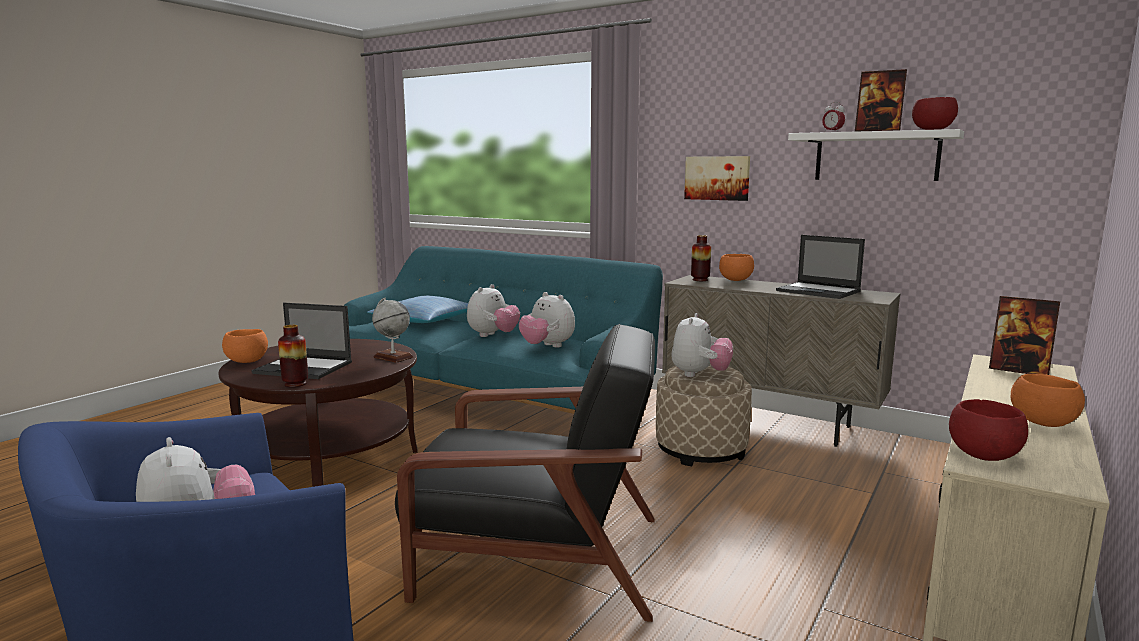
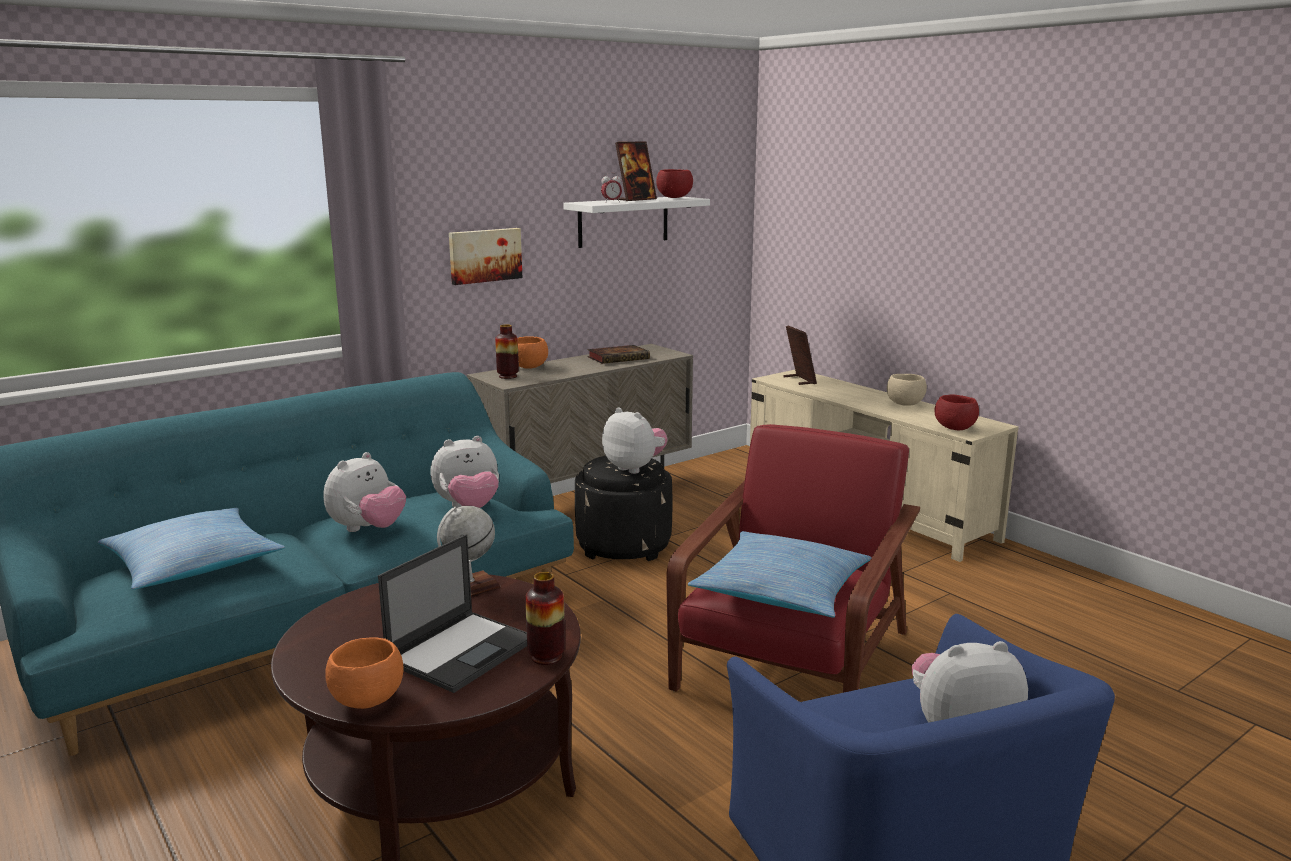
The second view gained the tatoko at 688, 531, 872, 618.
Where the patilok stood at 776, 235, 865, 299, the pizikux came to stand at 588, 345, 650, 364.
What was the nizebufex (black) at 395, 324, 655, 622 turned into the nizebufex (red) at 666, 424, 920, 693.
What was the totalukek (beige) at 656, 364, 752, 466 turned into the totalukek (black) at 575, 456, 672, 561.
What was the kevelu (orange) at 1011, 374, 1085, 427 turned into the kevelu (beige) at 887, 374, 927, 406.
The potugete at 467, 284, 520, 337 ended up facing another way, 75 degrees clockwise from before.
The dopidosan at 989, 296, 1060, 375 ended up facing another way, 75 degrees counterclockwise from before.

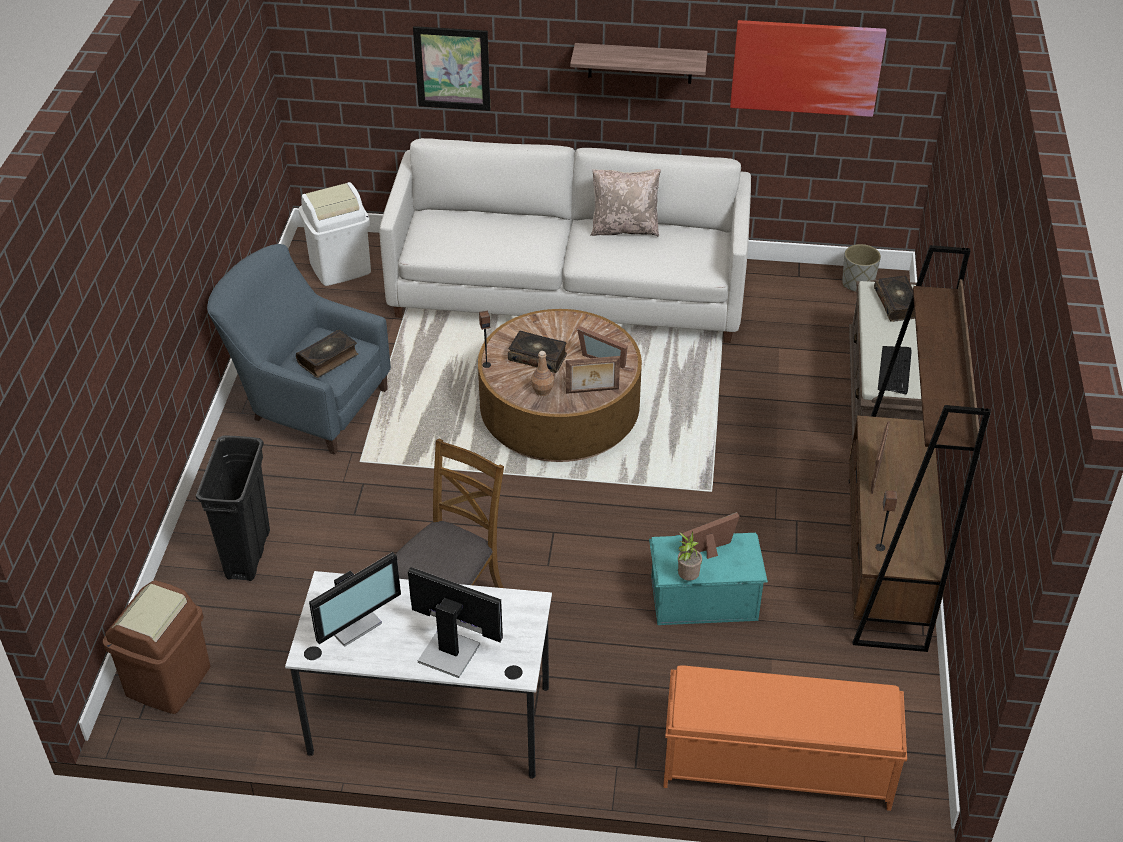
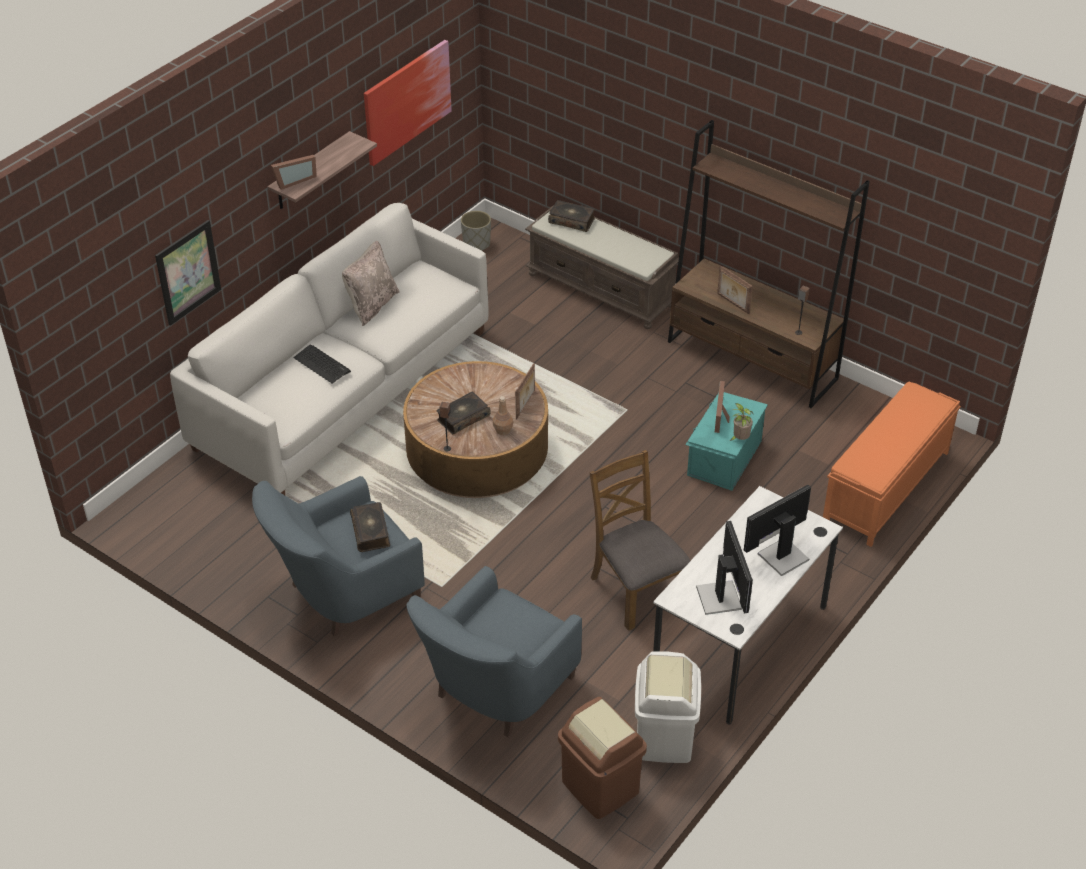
The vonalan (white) ended up elsewhere, having gone from 298, 182, 371, 286 to 635, 651, 701, 763.
The dopidosan ended up elsewhere, having gone from 577, 326, 628, 369 to 271, 155, 317, 190.
The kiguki ended up elsewhere, having gone from 878, 346, 912, 394 to 293, 344, 351, 384.
Where the vonalan (black) stood at 196, 436, 270, 581, the nizebufex (blue) came to stand at 406, 566, 582, 737.

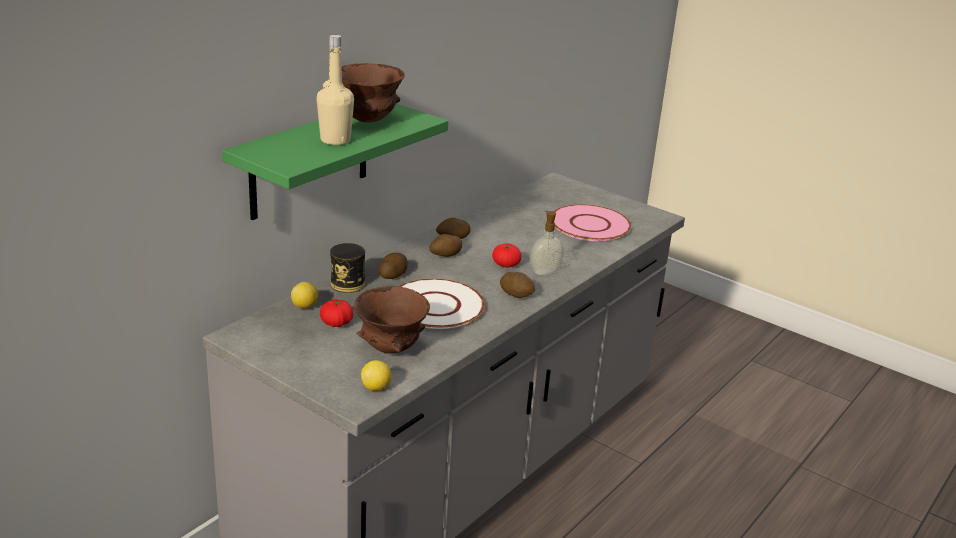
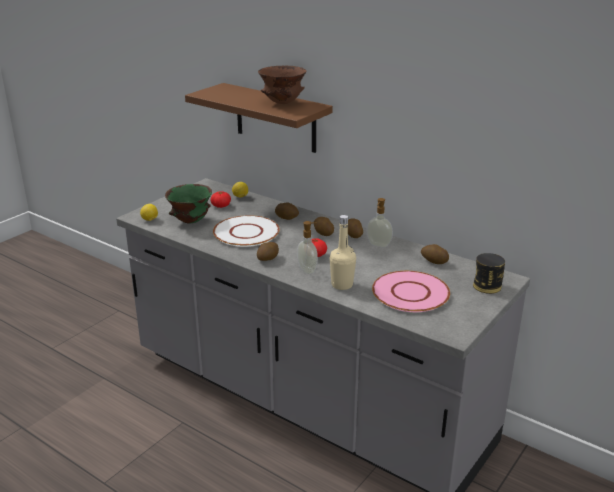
The second view gained the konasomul at 366, 198, 393, 247.
The second view gained the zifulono at 421, 244, 449, 264.
The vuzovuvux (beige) ended up elsewhere, having gone from 317, 35, 354, 145 to 330, 215, 356, 290.
The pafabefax ended up elsewhere, having gone from 330, 243, 365, 293 to 473, 253, 505, 294.
What was the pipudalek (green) at 222, 103, 448, 220 turned into the pipudalek (brown) at 185, 83, 333, 153.
What was the kevelu (brown) at 354, 286, 430, 354 turned into the kevelu (green) at 165, 184, 212, 223.

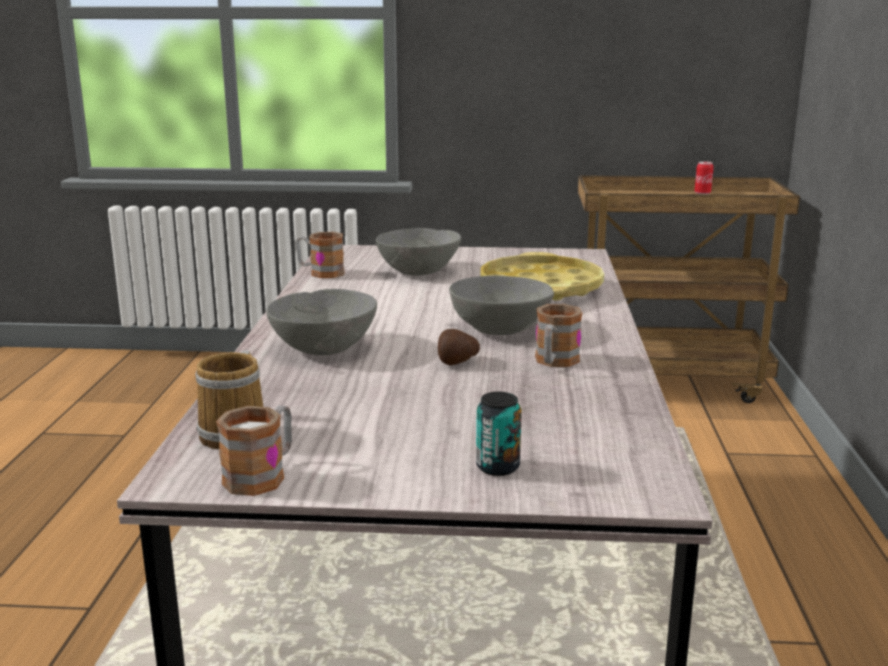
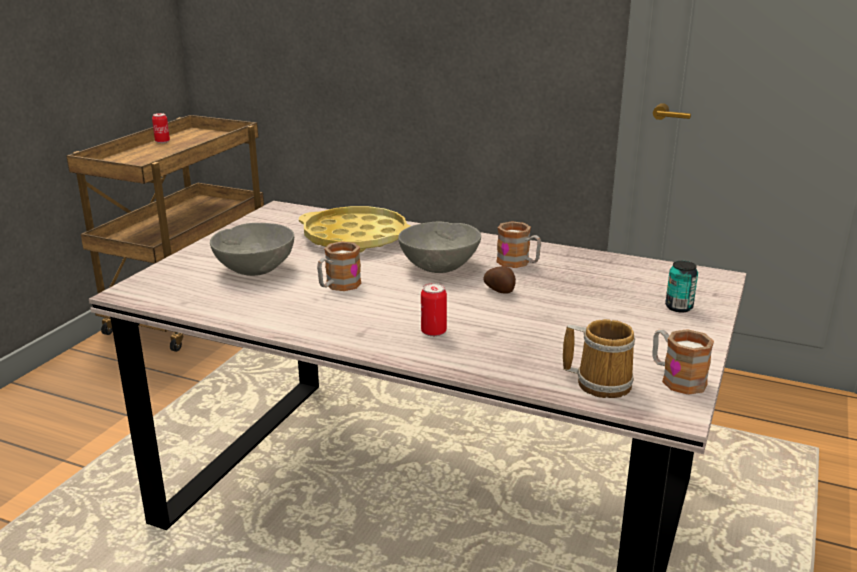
The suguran ended up elsewhere, having gone from 296, 232, 345, 278 to 317, 241, 361, 291.
Where the kevelu (grey) stood at 266, 289, 377, 355, the pafabefax came to stand at 421, 283, 447, 337.

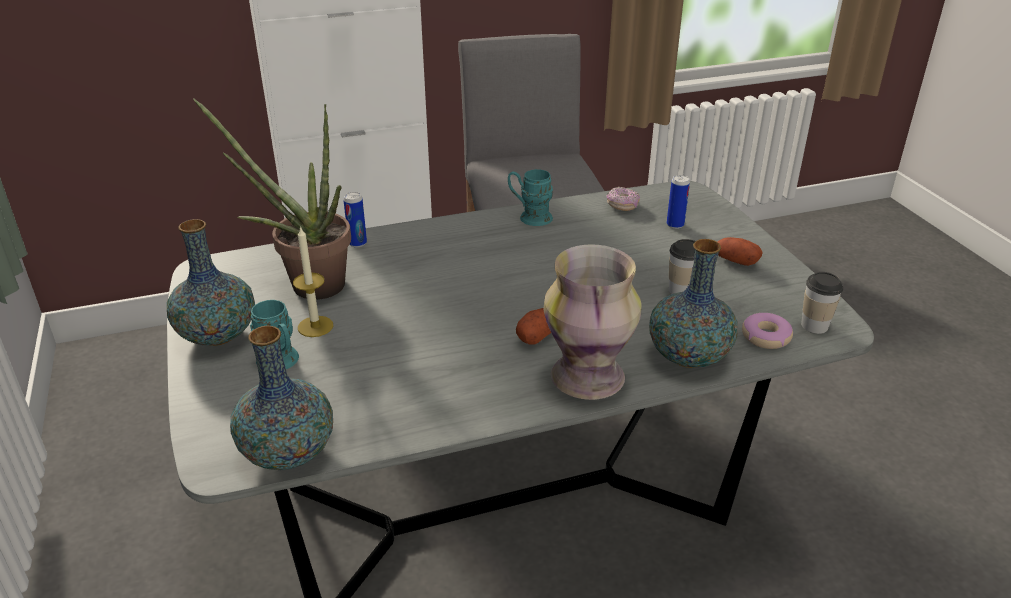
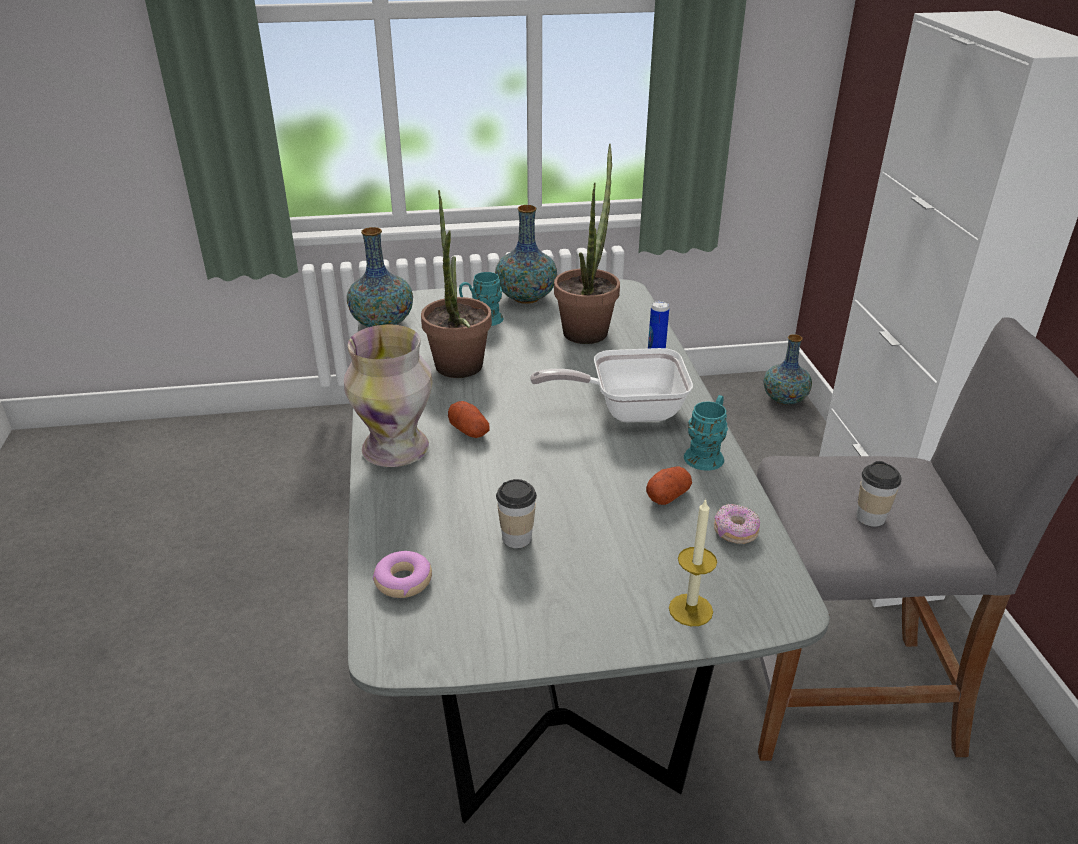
The second view lost the pafabefax at 667, 175, 690, 229.
The second view gained the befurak at 421, 190, 492, 378.
The second view gained the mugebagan at 530, 348, 693, 422.
The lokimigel ended up elsewhere, having gone from 293, 226, 333, 337 to 669, 498, 717, 626.
The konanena ended up elsewhere, having gone from 649, 239, 737, 368 to 764, 334, 812, 405.
The zifulono ended up elsewhere, having gone from 718, 237, 763, 266 to 646, 466, 692, 505.
The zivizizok ended up elsewhere, having gone from 801, 272, 843, 334 to 856, 461, 902, 527.

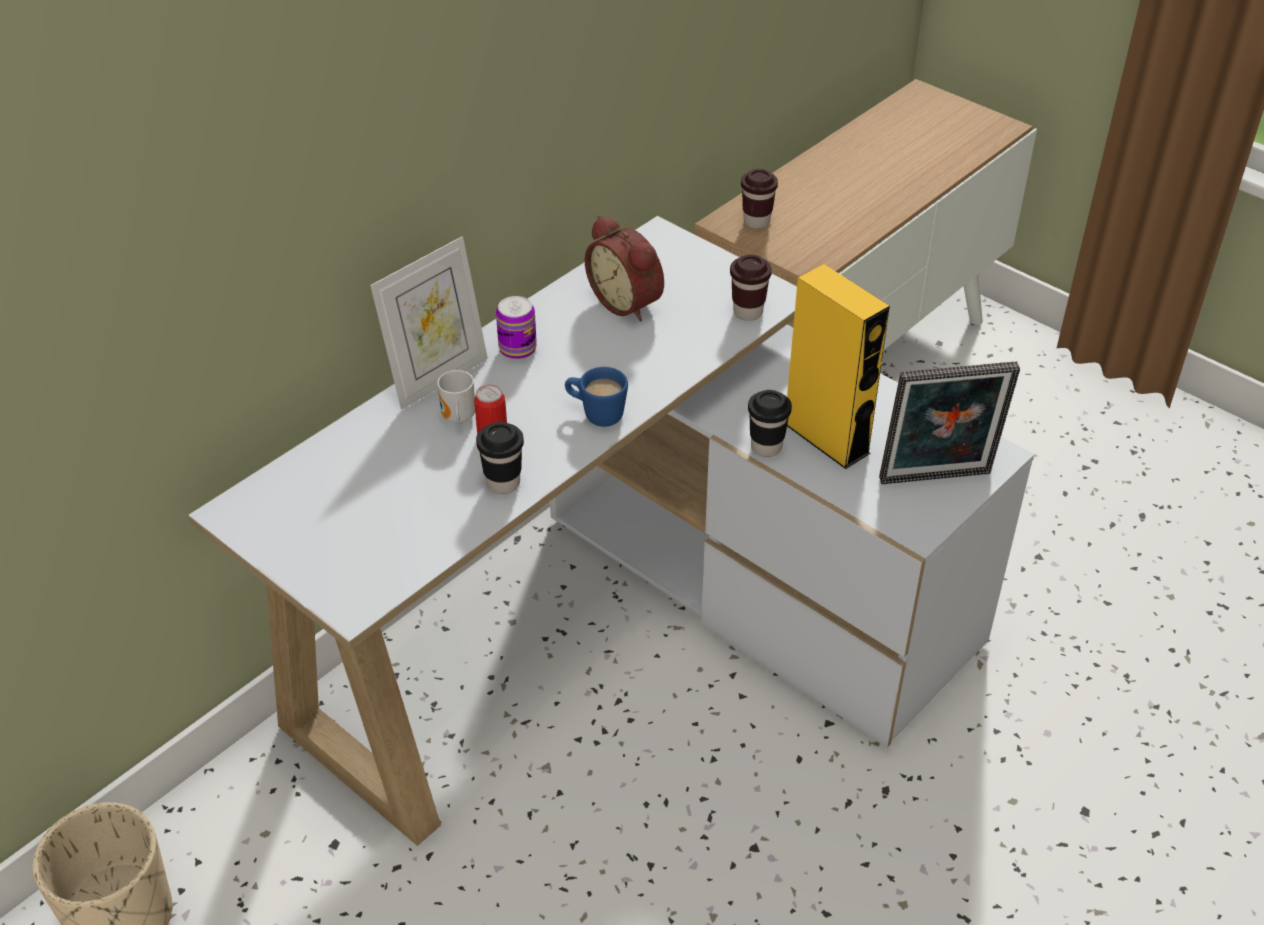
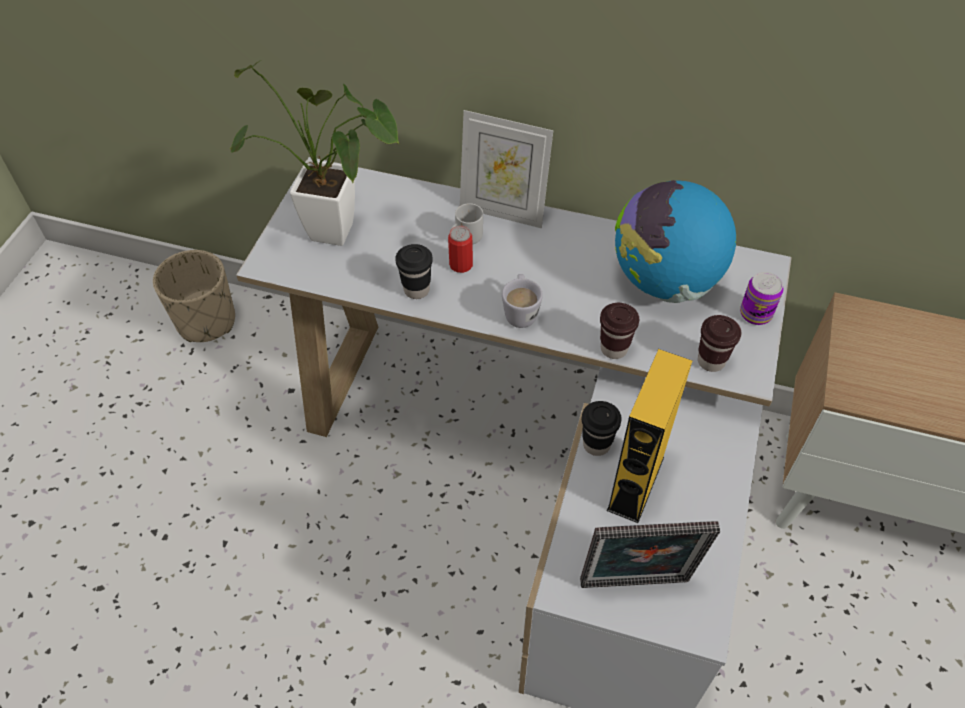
The second view gained the befurak at 229, 60, 400, 246.
The pafabefax ended up elsewhere, having gone from 496, 296, 537, 360 to 740, 272, 784, 325.
The zivizizok (brown) ended up elsewhere, having gone from 741, 169, 778, 229 to 600, 303, 639, 359.
Where the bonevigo stood at 585, 215, 664, 321, the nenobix came to stand at 615, 180, 736, 303.
What was the suguran (blue) at 565, 367, 628, 427 turned into the suguran (white) at 502, 274, 543, 328.
The dopidosan at 879, 362, 1020, 484 ended up facing another way, 60 degrees counterclockwise from before.

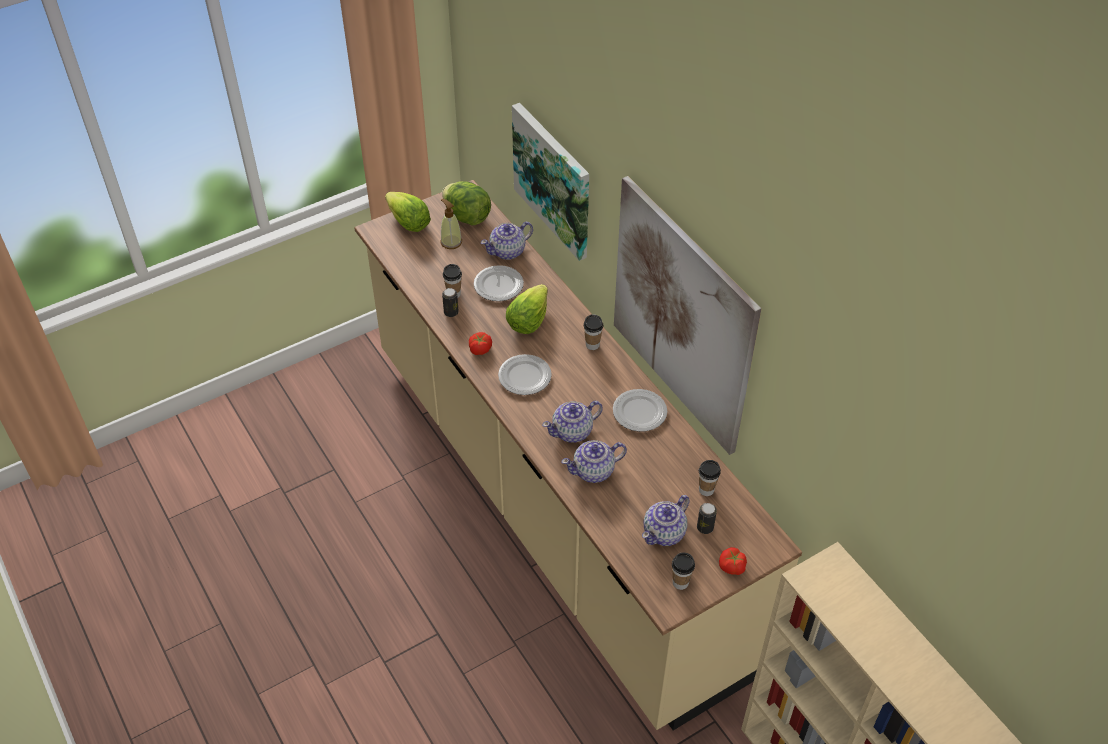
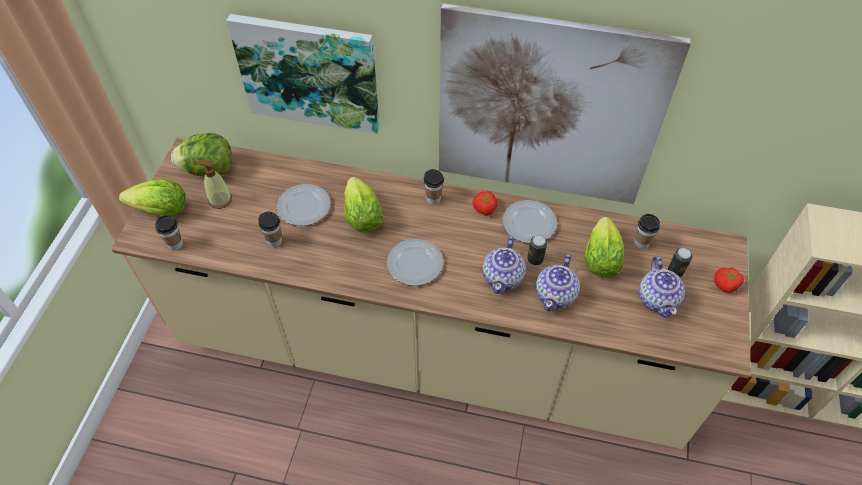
The second view lost the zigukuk at 481, 222, 533, 260.
The second view gained the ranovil at 584, 217, 625, 278.
The pafabefax ended up elsewhere, having gone from 442, 288, 459, 317 to 527, 235, 547, 265.
The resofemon ended up elsewhere, having gone from 469, 332, 492, 355 to 473, 191, 498, 216.
The zivizizok ended up elsewhere, having gone from 672, 552, 695, 590 to 155, 215, 183, 250.

